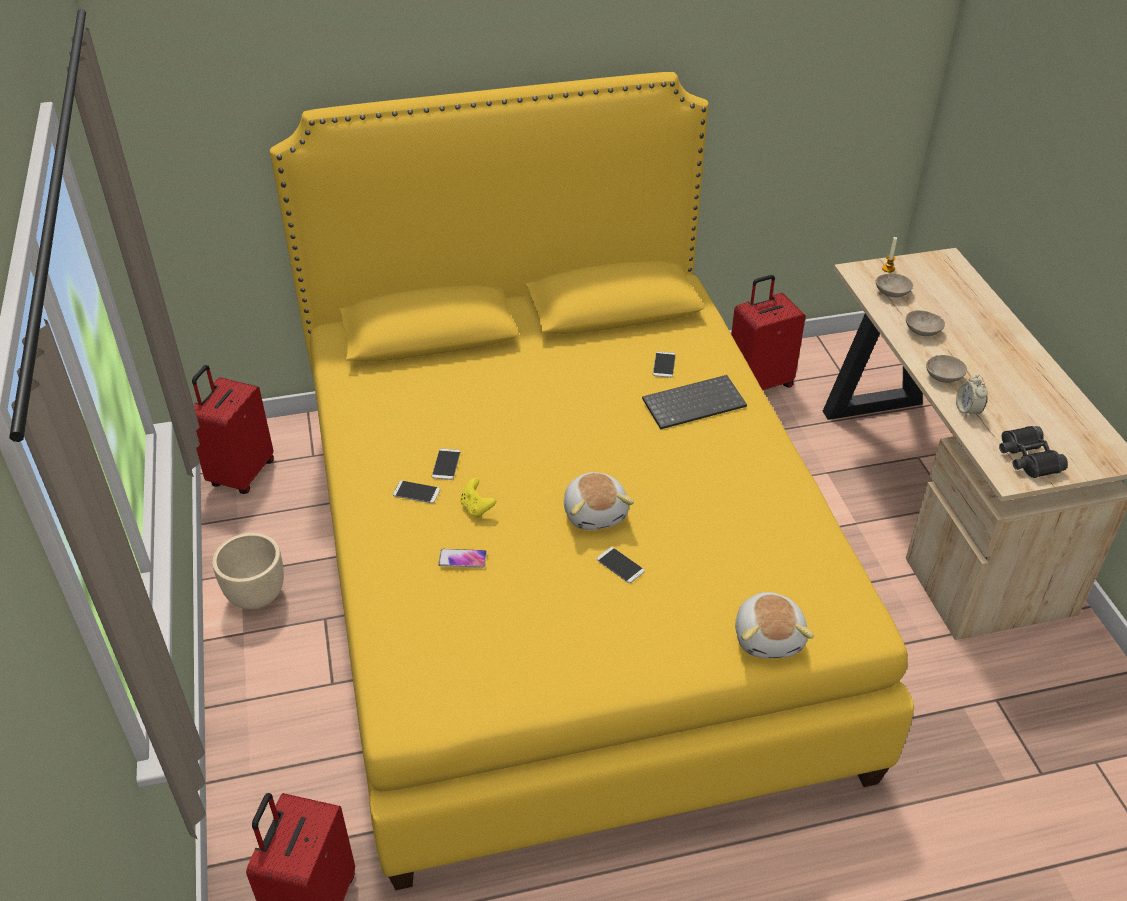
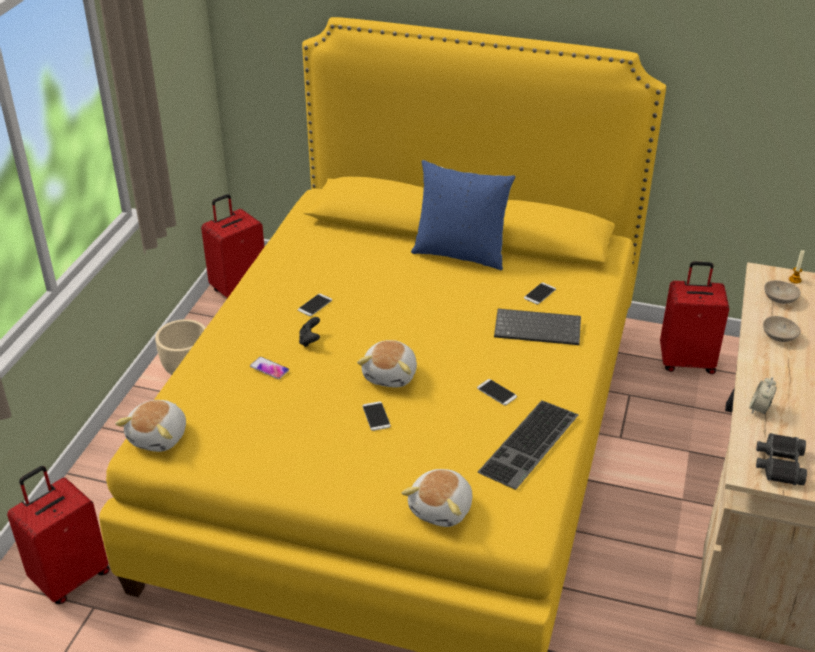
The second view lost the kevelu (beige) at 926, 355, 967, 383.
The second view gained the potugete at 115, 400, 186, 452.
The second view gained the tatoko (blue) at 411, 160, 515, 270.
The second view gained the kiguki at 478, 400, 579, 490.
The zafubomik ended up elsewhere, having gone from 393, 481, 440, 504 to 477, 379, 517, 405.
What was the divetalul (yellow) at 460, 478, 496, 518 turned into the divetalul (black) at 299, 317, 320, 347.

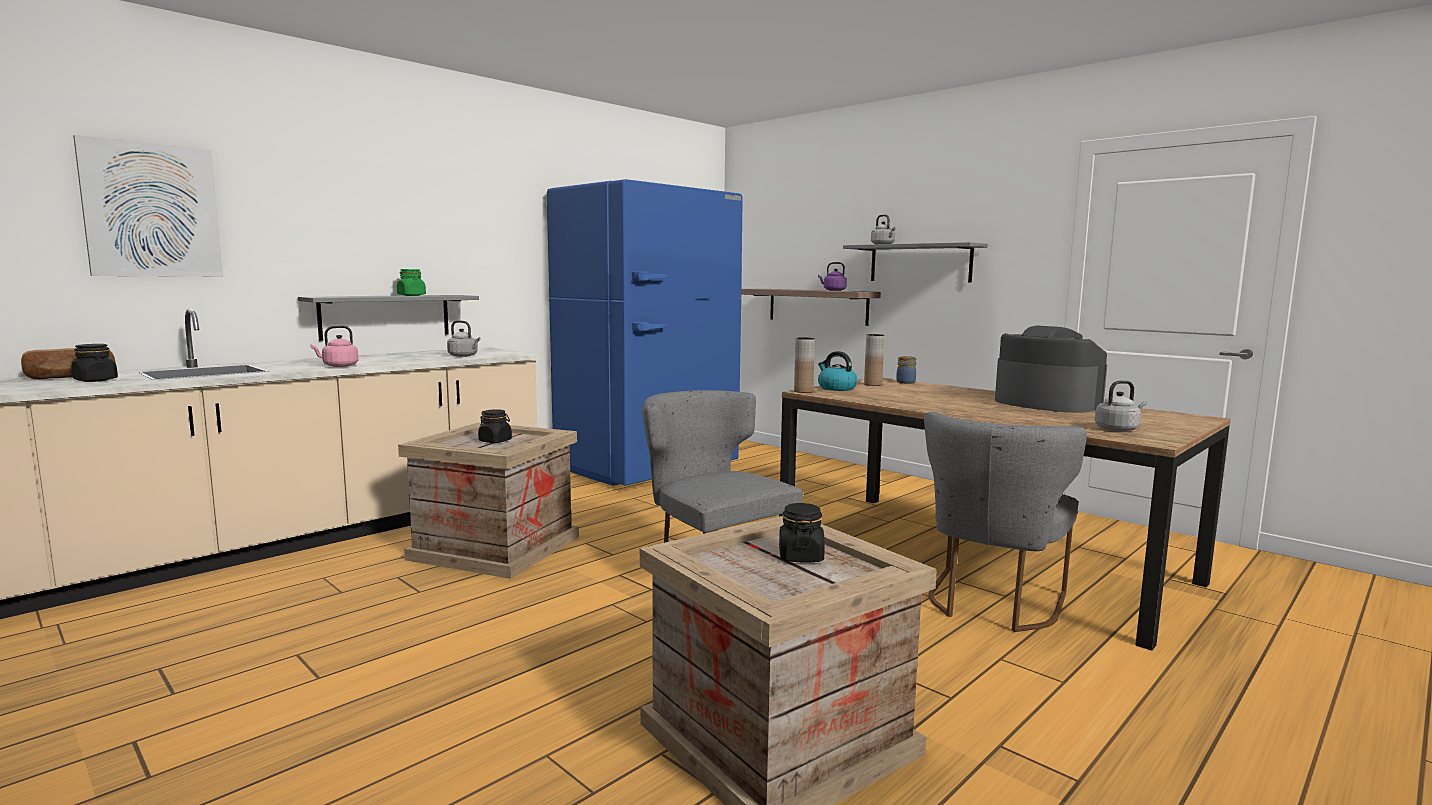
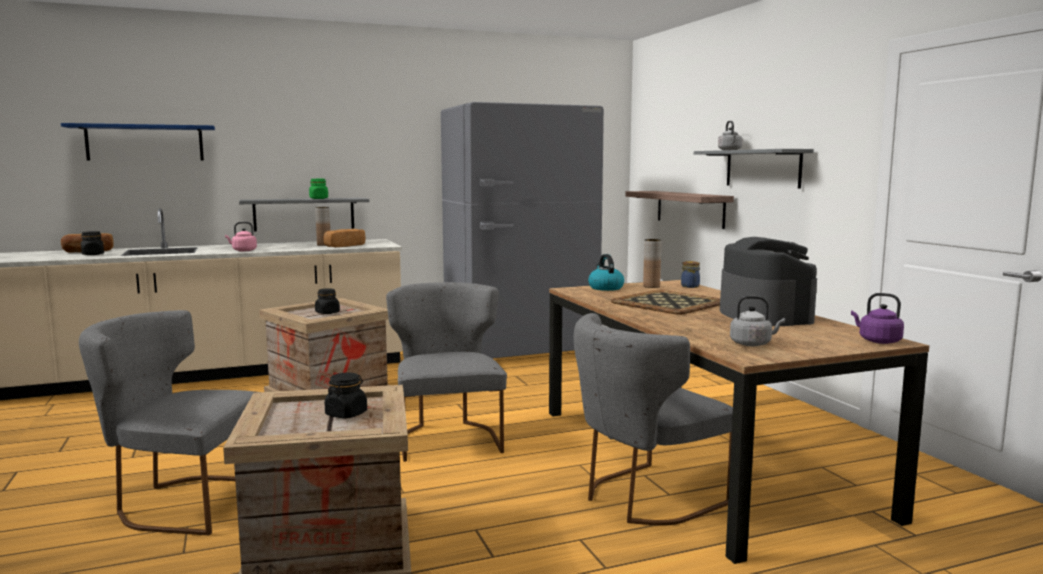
The second view gained the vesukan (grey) at 79, 310, 258, 535.
The second view gained the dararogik at 611, 290, 720, 315.
The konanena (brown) ended up elsewhere, having gone from 794, 337, 815, 393 to 315, 207, 330, 246.
The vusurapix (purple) ended up elsewhere, having gone from 818, 262, 847, 291 to 851, 293, 904, 344.
Where the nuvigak hung at 73, 135, 223, 277, the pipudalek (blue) came to hang at 61, 123, 215, 161.
Where the vusurapix (grey) stood at 447, 320, 481, 357, the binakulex came to stand at 323, 229, 365, 247.
What was the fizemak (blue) at 547, 179, 743, 486 turned into the fizemak (grey) at 441, 102, 604, 358.

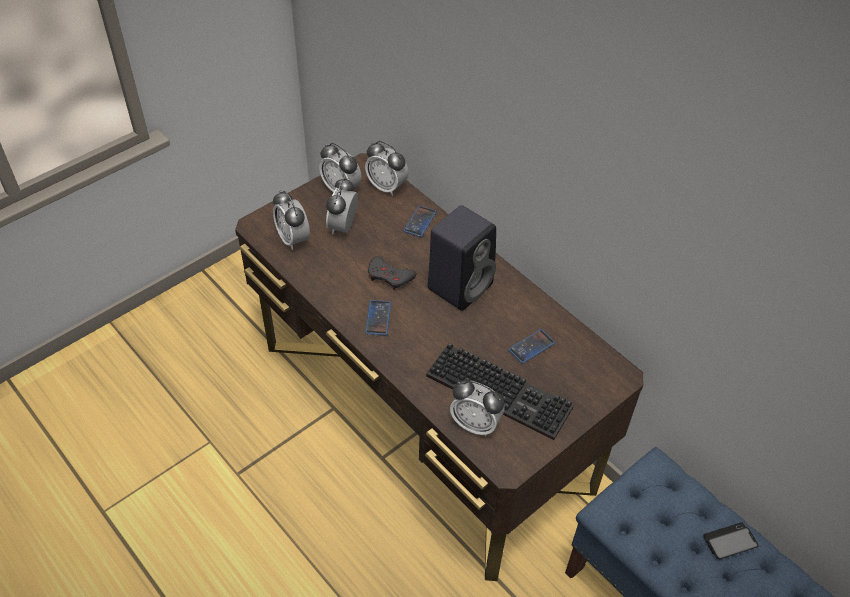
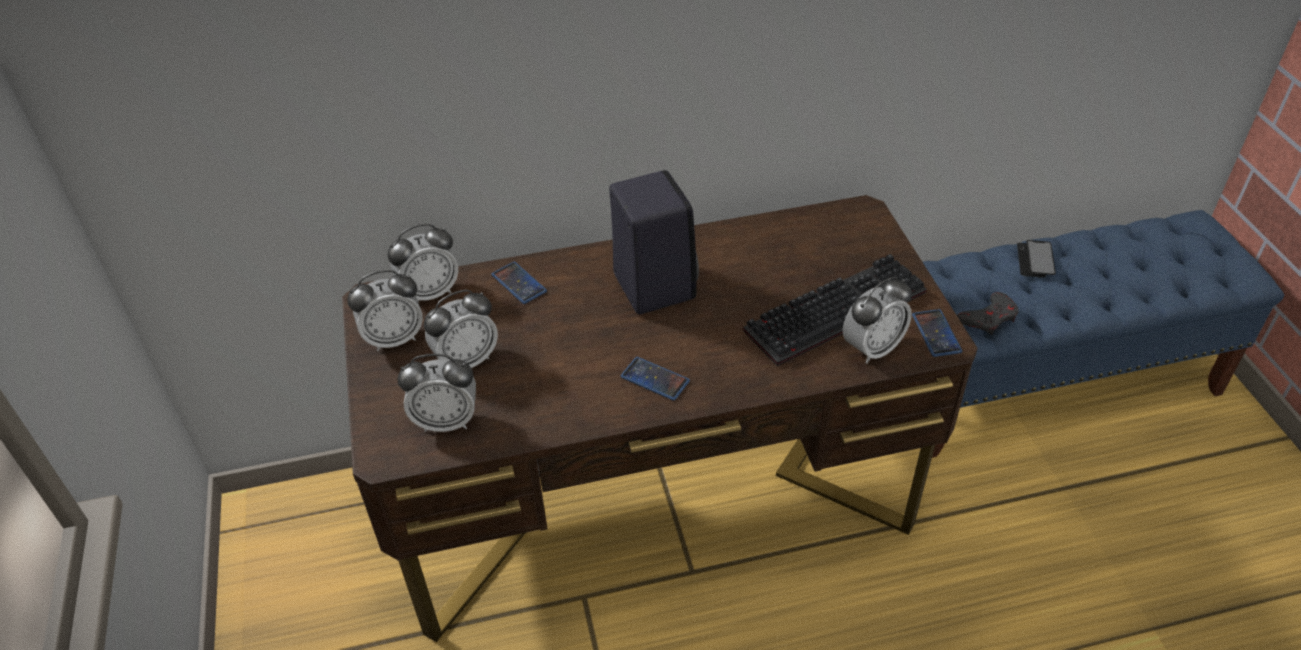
The divetalul (grey) ended up elsewhere, having gone from 368, 256, 416, 290 to 957, 292, 1018, 335.
The zafubomik ended up elsewhere, having gone from 508, 329, 555, 364 to 912, 309, 962, 357.
The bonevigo at 326, 177, 358, 234 ended up facing another way, 75 degrees counterclockwise from before.

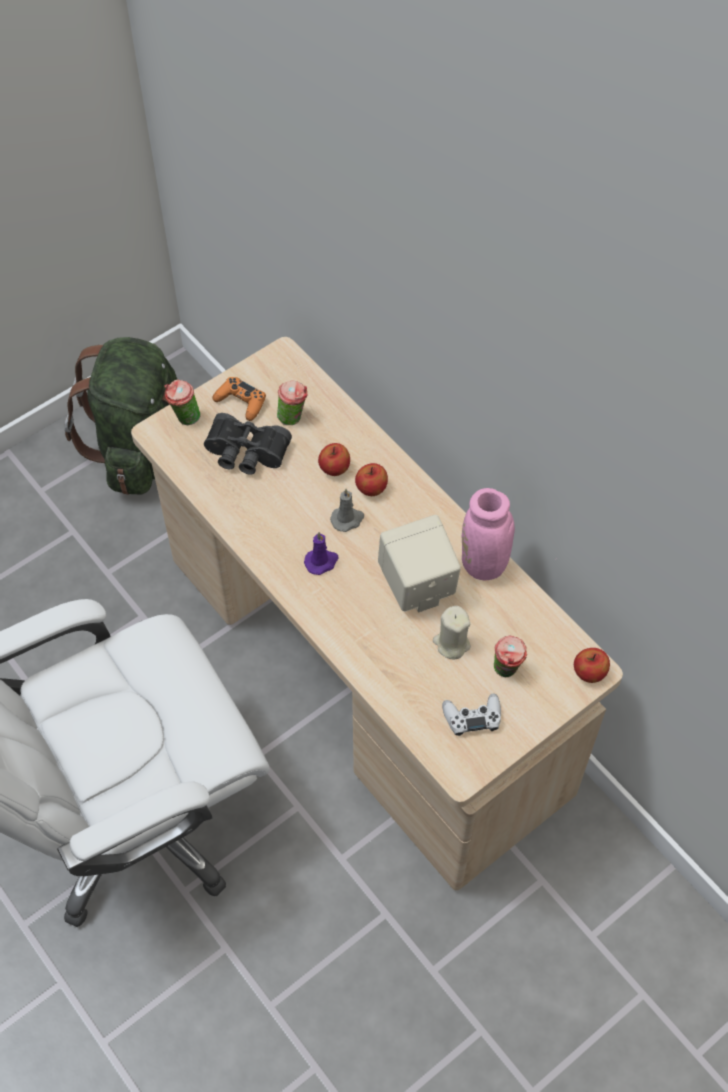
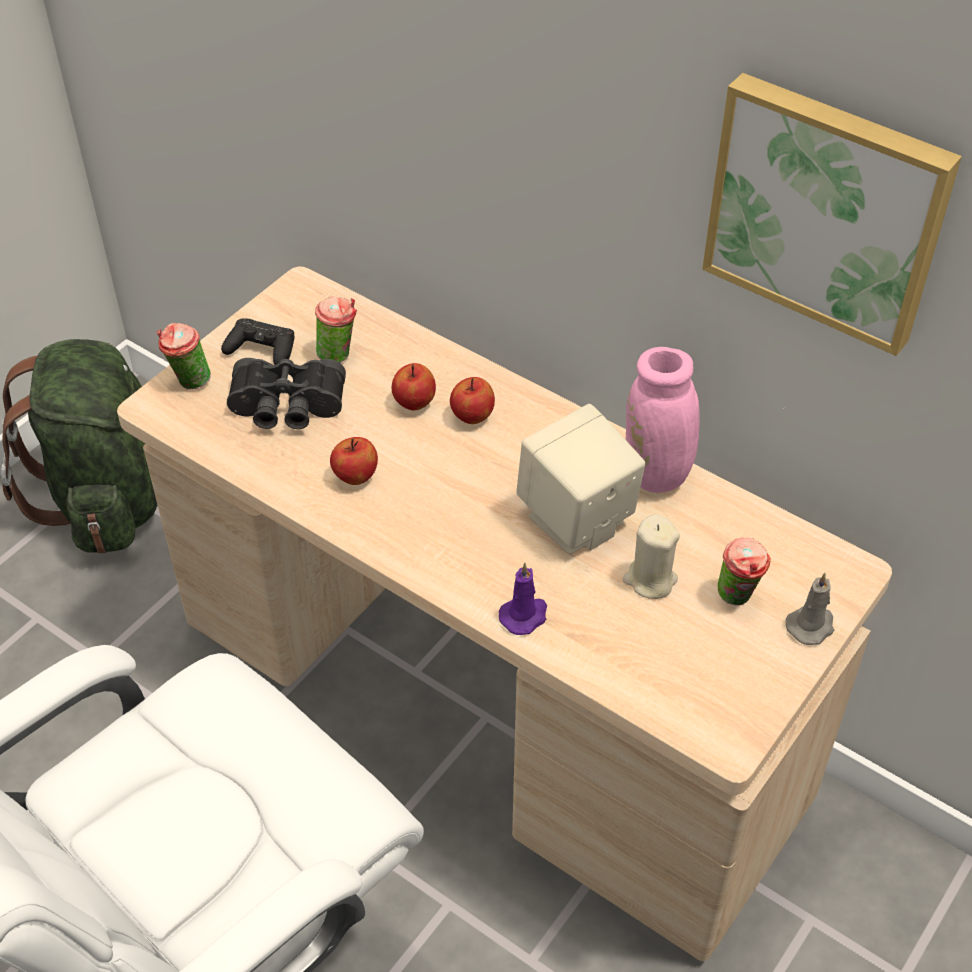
The second view lost the divetalul (white) at 442, 693, 501, 736.
The second view gained the nuvigak at 702, 73, 962, 356.
The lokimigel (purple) ended up elsewhere, having gone from 304, 532, 338, 575 to 499, 563, 547, 635.
The lokimigel (grey) ended up elsewhere, having gone from 330, 489, 364, 532 to 785, 573, 834, 645.
The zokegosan ended up elsewhere, having gone from 574, 648, 610, 683 to 330, 437, 378, 485.
What was the divetalul (orange) at 212, 377, 266, 421 turned into the divetalul (black) at 221, 318, 295, 365.

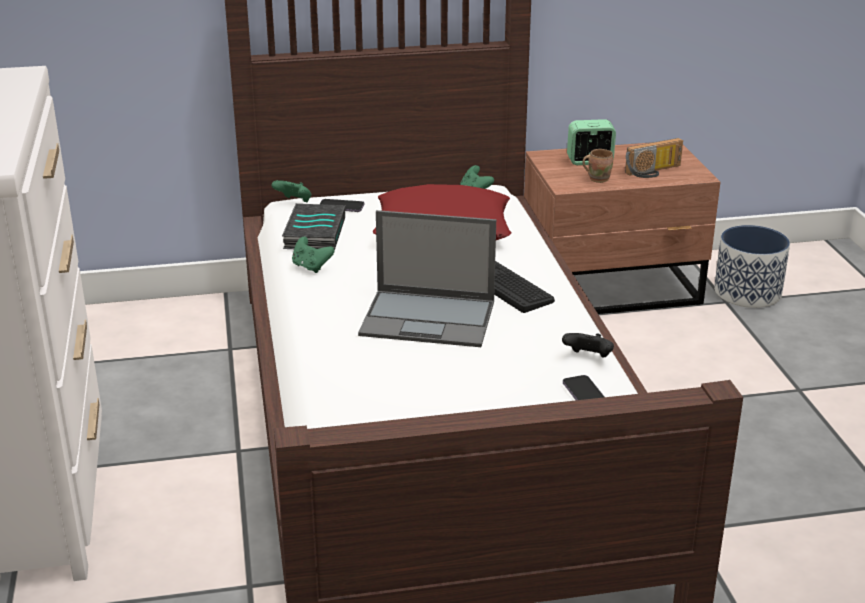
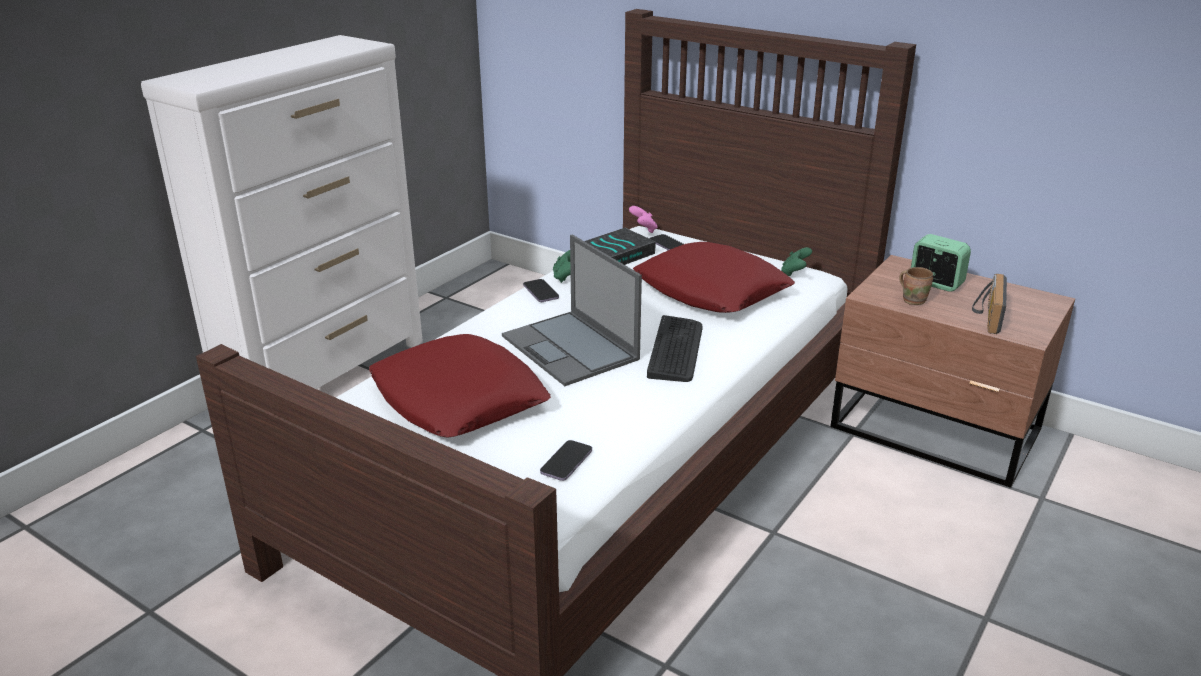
The second view lost the divetalul (black) at 562, 333, 614, 357.
The second view lost the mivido at 714, 225, 790, 308.
The second view gained the tatoko (red) at 369, 334, 551, 438.
The second view gained the zafubomik at 523, 279, 559, 302.
What was the divetalul (green) at 272, 180, 312, 202 turned into the divetalul (pink) at 629, 206, 658, 233.
The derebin at 625, 138, 683, 178 ended up facing another way, 90 degrees clockwise from before.

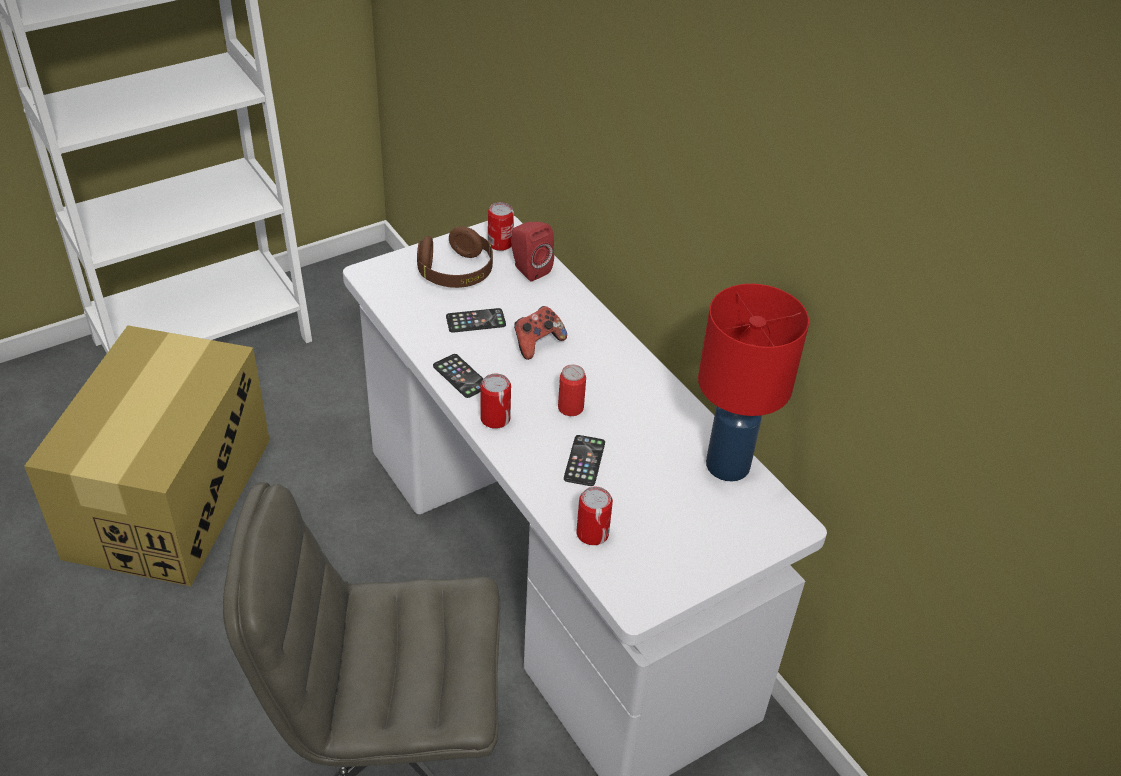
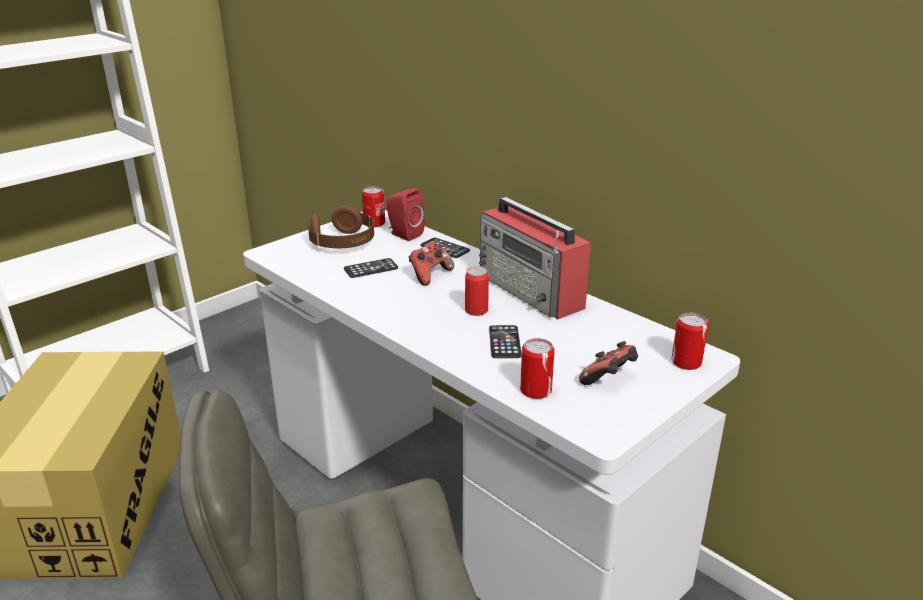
The second view lost the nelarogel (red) at 698, 284, 809, 481.
The second view gained the derebin at 479, 197, 591, 319.
The second view gained the divetalul at 579, 341, 638, 385.
The zafubomik ended up elsewhere, having gone from 433, 354, 483, 398 to 420, 238, 470, 258.
The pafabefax ended up elsewhere, having gone from 480, 373, 511, 429 to 671, 313, 709, 370.

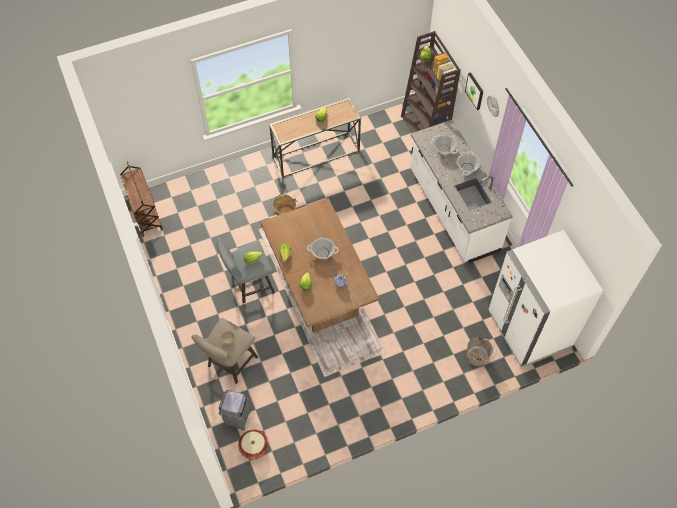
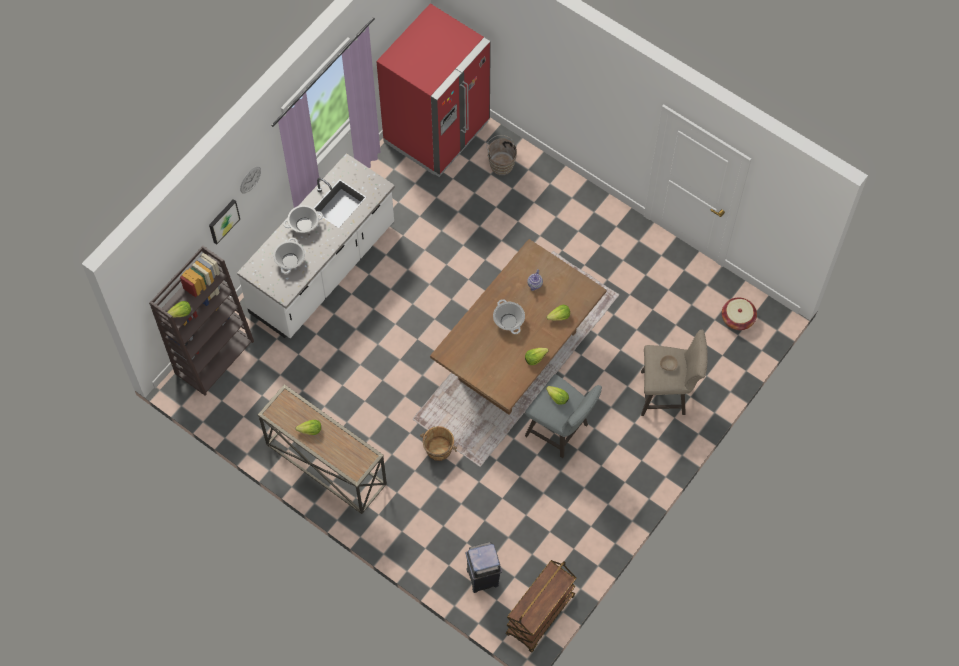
The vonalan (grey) ended up elsewhere, having gone from 219, 390, 251, 431 to 465, 542, 502, 593.
What was the fizemak (white) at 488, 230, 603, 367 turned into the fizemak (red) at 376, 3, 491, 177.

